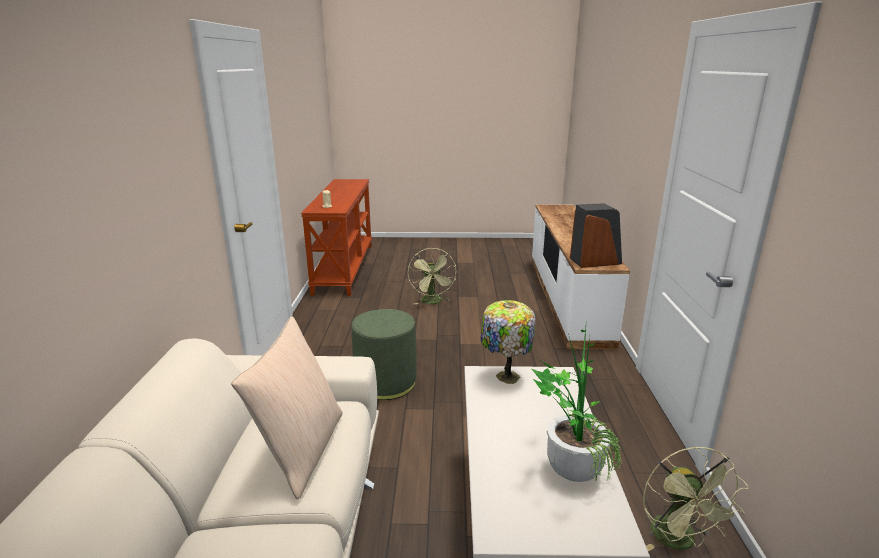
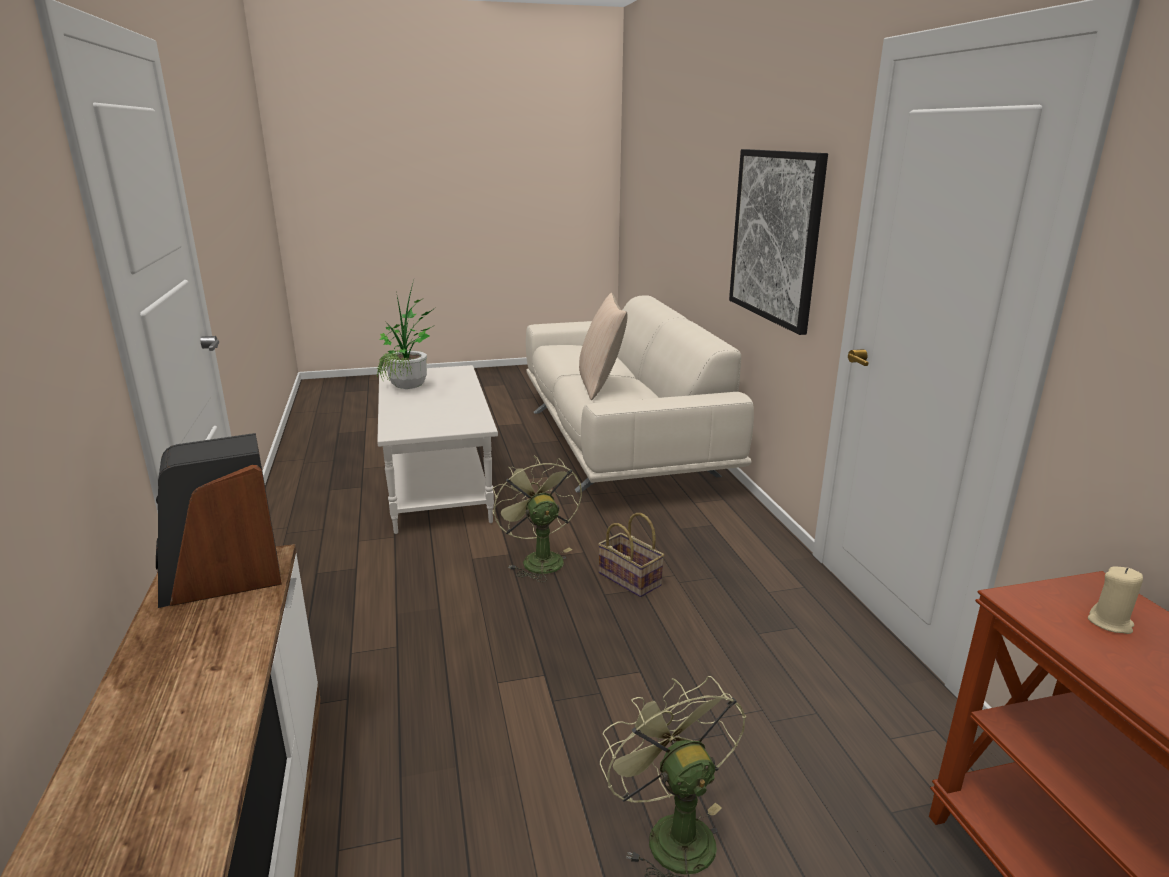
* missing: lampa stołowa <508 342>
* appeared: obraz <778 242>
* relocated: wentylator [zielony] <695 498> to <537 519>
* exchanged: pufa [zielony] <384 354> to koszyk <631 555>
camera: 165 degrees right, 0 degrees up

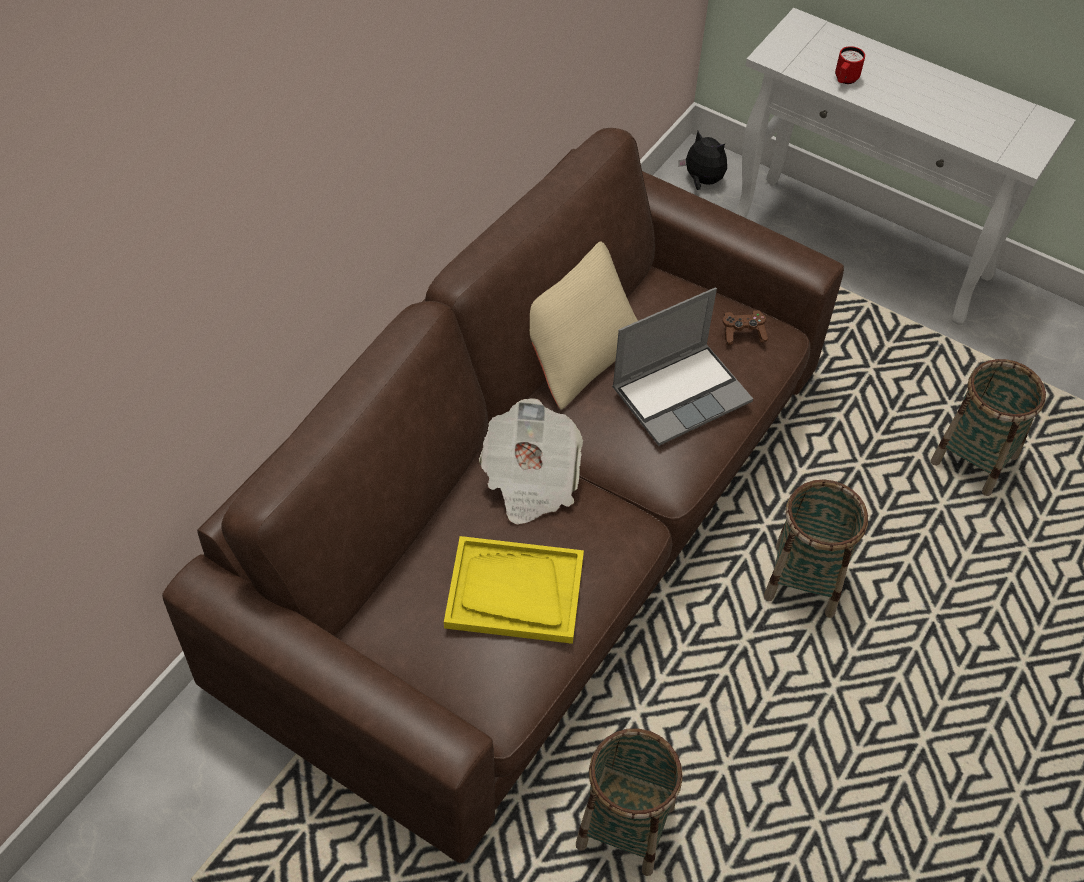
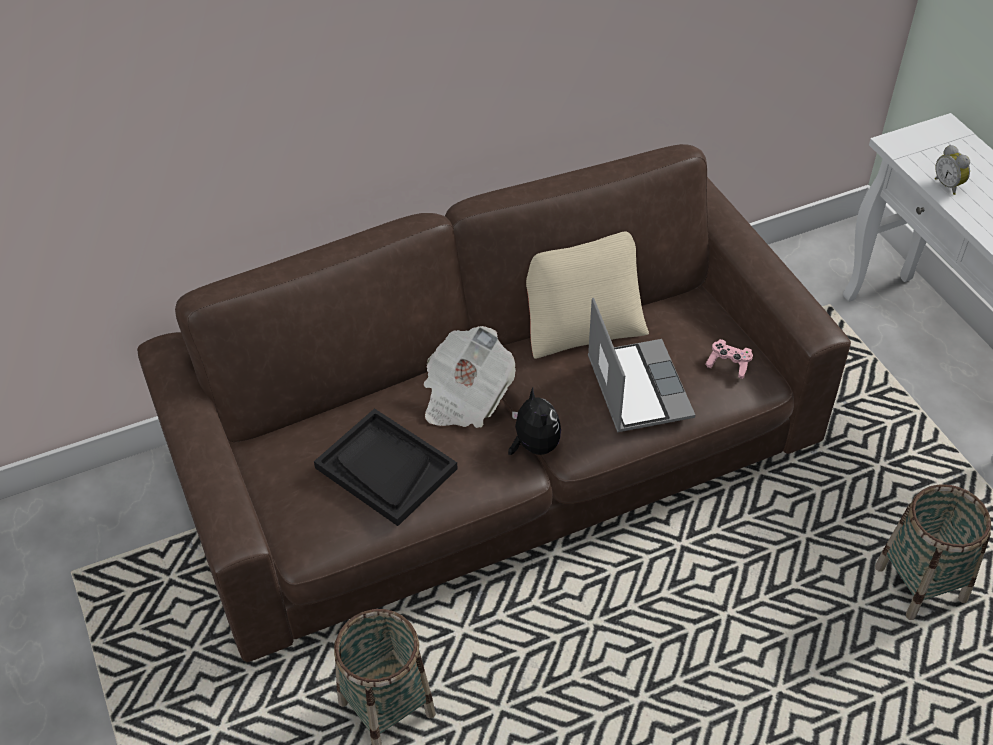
* missing: koszyk <816 549>
* relocated: pluszak <702 160> to <534 421>
* exchanged: kubek [czerwony] <850 65> to budzik <952 170>
* colour: taca [żółty] <514 590> to taca [czarny] <386 467>
* colour: pad do gier [brązowy] <745 327> to pad do gier [różowy] <729 359>
* spun: laptop <682 367> = <641 365> 105 degrees counterclockwise
camera: 35 degrees right, 5 degrees down

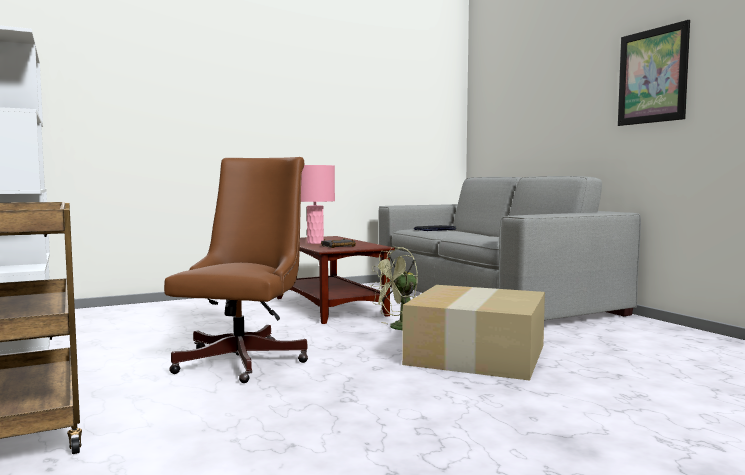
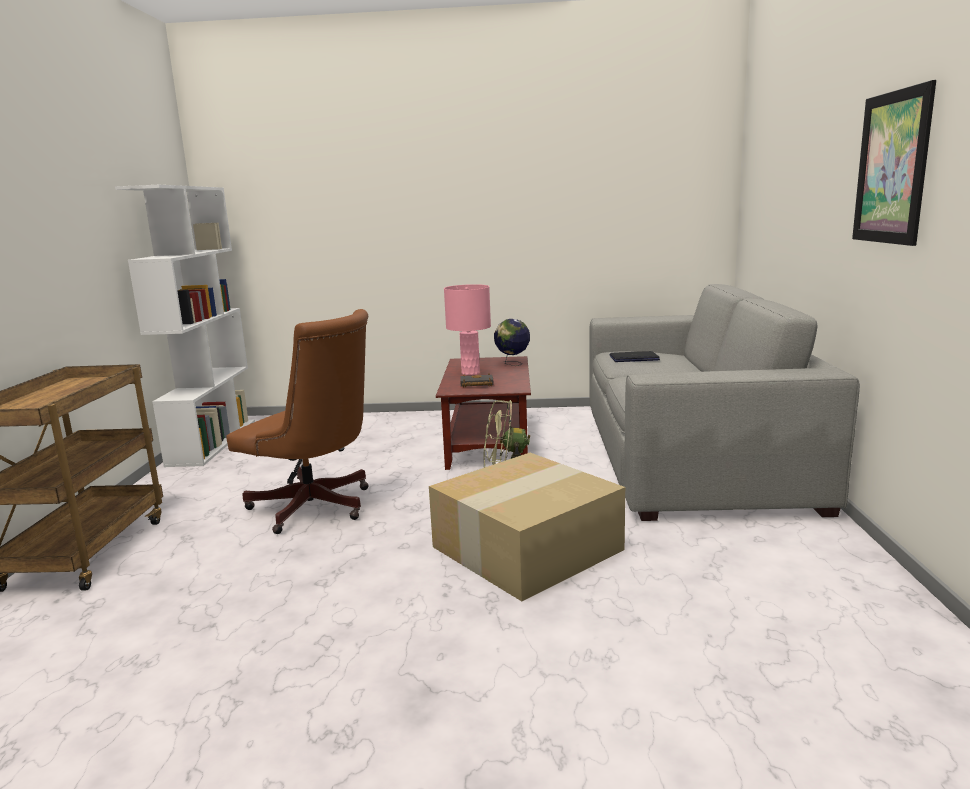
* appeared: globus <512 342>
* spun: krzesło biurowe [brązowy] <236 270> = <297 421> 75 degrees clockwise
camera: 30 degrees right, 10 degrees up

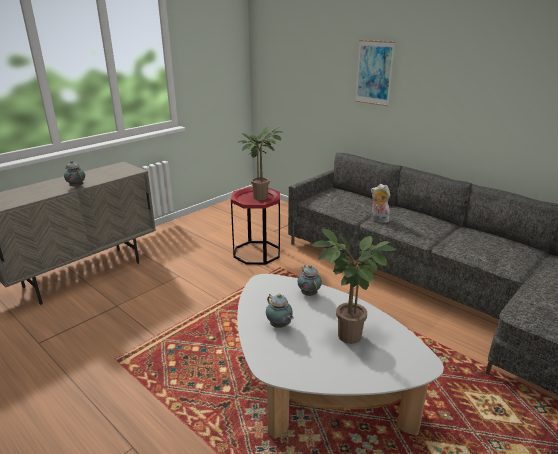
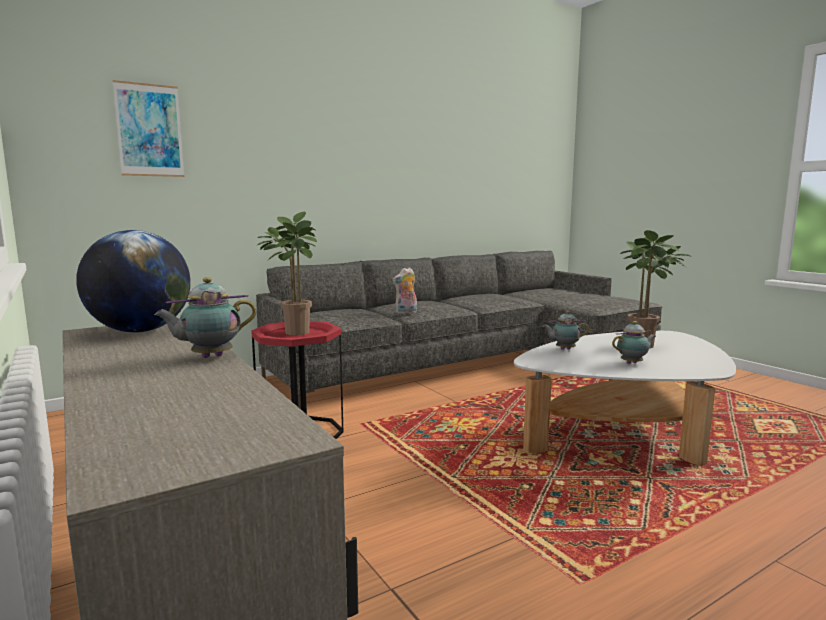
* appeared: globus <133 281>
* relocated: obraz <375 73> to <148 128>
camera: 75 degrees left, 15 degrees down

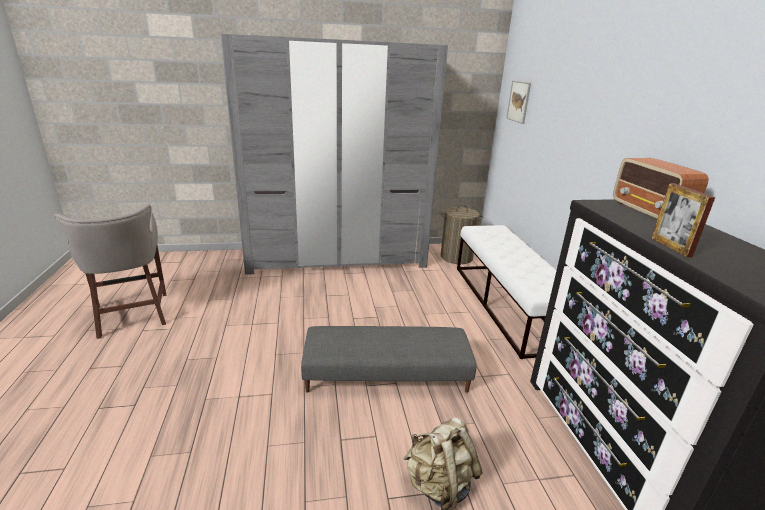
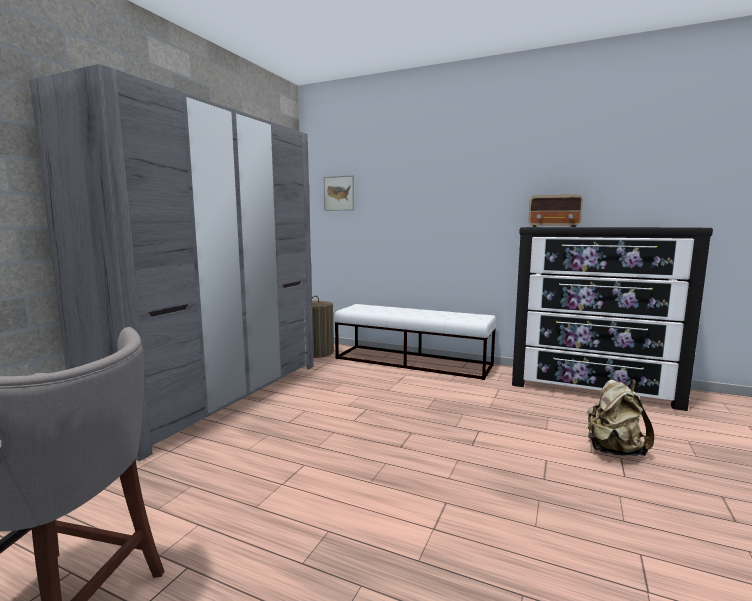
* missing: pufa [szary] <389 359>
* missing: ramka na zdjęcie <683 220>
camera: 55 degrees left, 15 degrees down

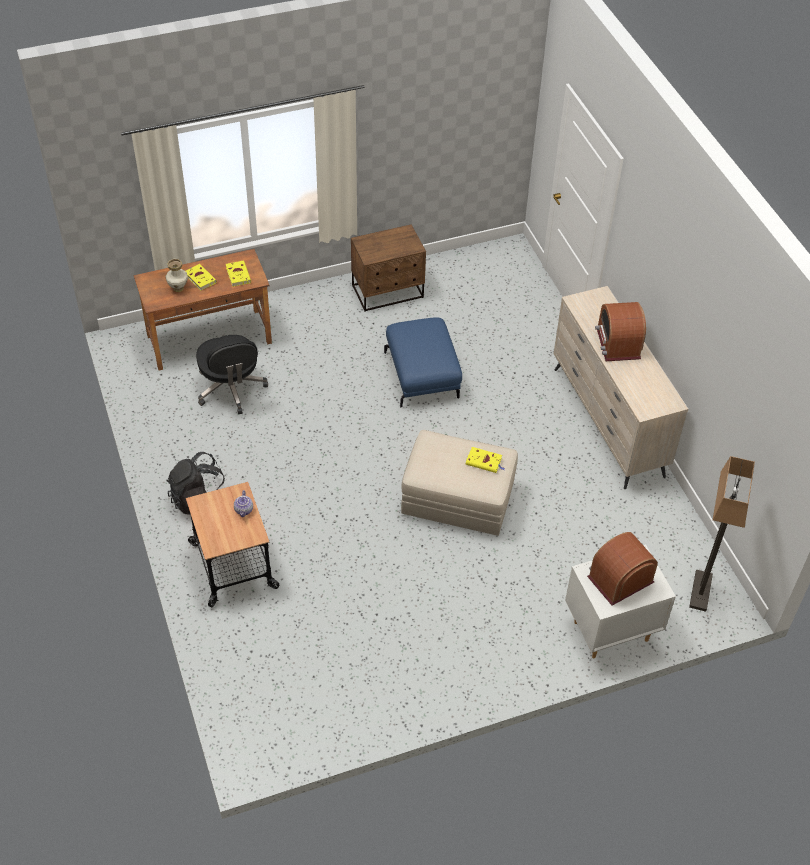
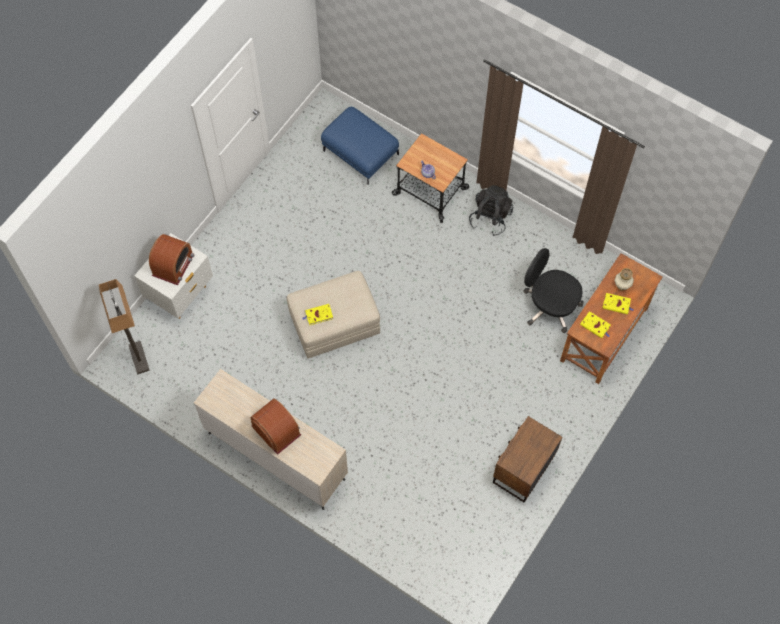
* relocated: pufa [niebieski] <423 362> to <360 146>
camera: 145 degrees right, 15 degrees up

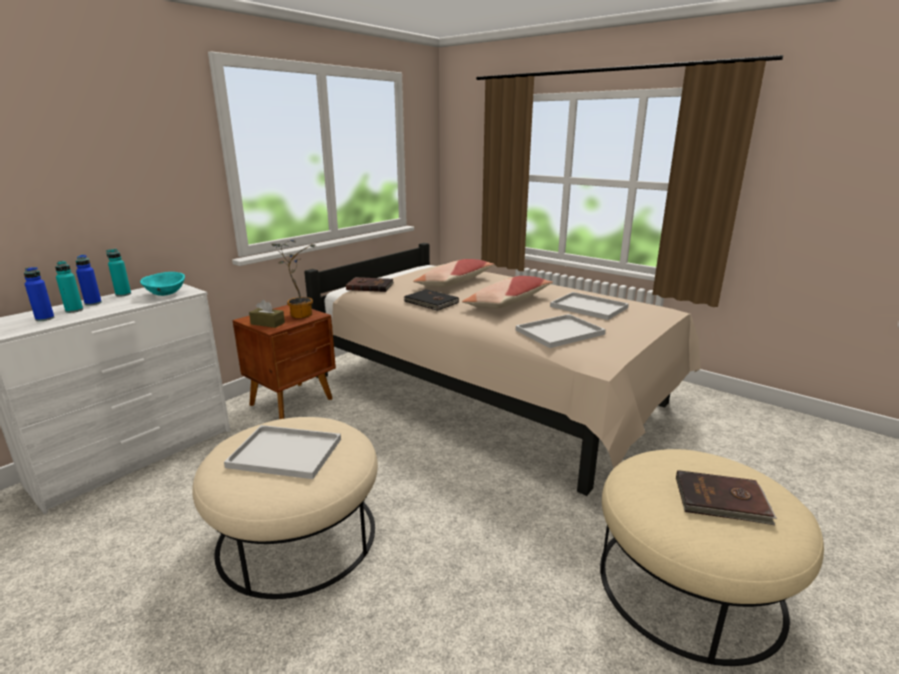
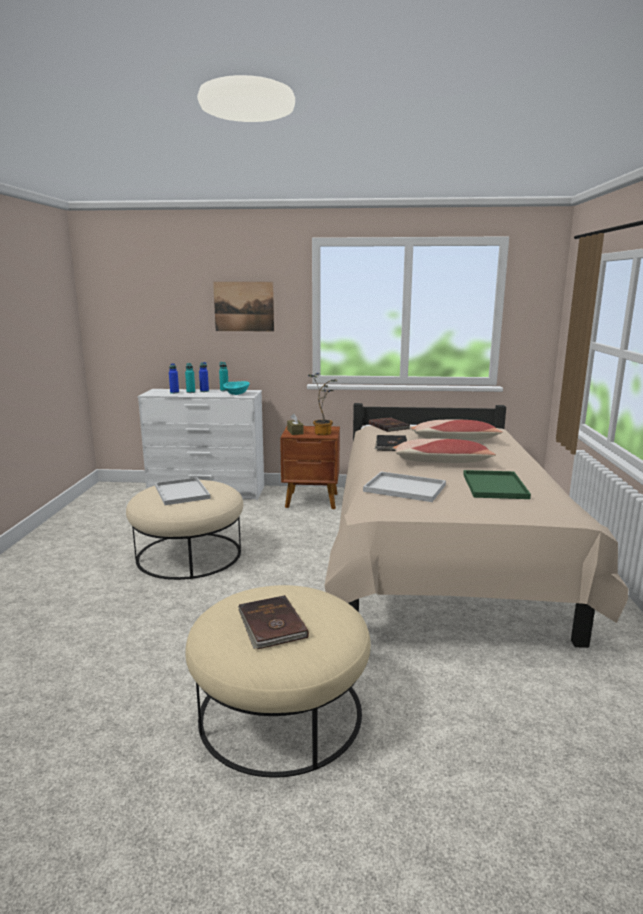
* appeared: obraz <243 306>
* colour: taca [biały] <589 306> to taca [zielony] <497 484>
camera: 55 degrees right, 5 degrees down

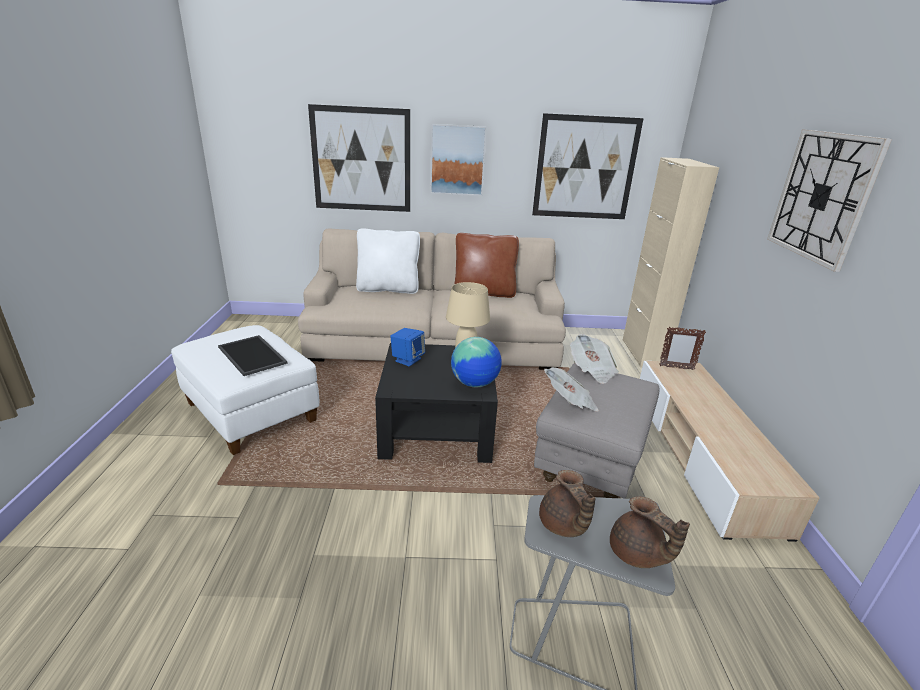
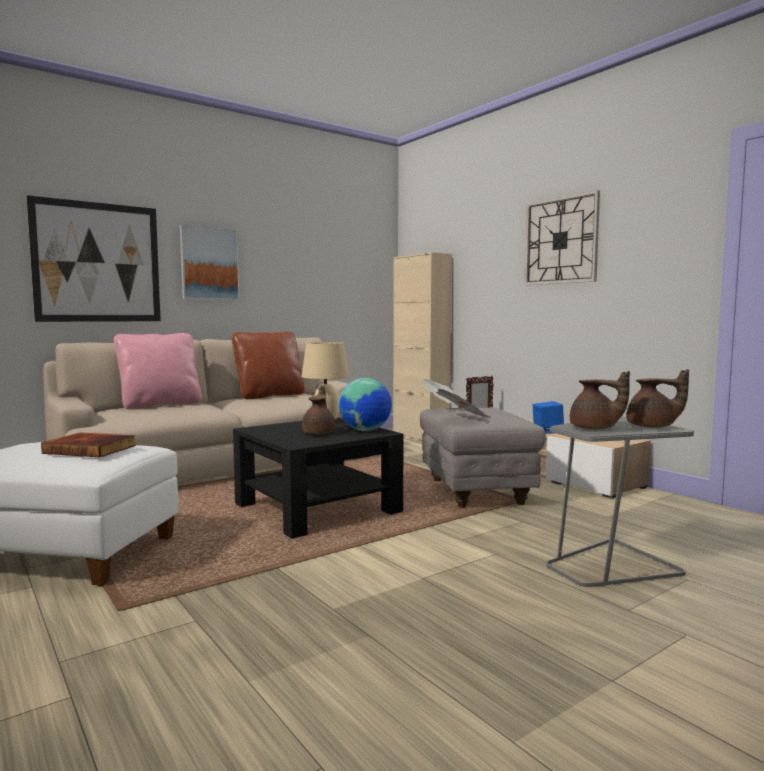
* missing: obraz <588 166>
* appeared: imbryk [brązowy] <319 410>
* relocated: głośnik [niebieski] <407 347> to <548 417>
* exchanged: taca <253 355> to książka <88 445>
* colour: poduszka [biały] <388 261> to poduszka [różowy] <158 371>
camera: 35 degrees left, 20 degrees down

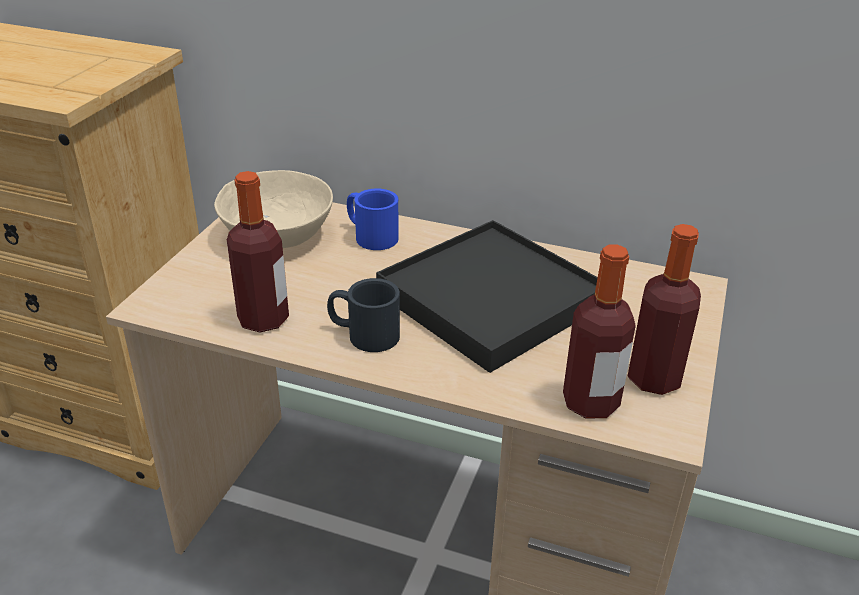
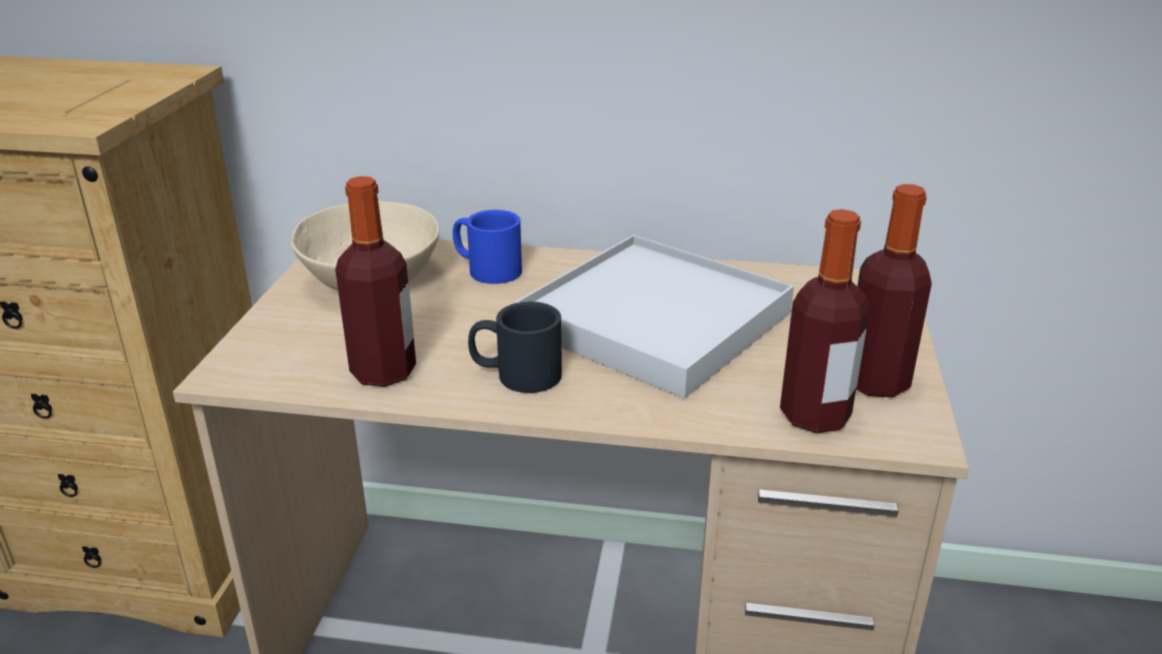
* colour: taca [czarny] <487 296> to taca [biały] <654 316>
camera: 10 degrees left, 5 degrees down

